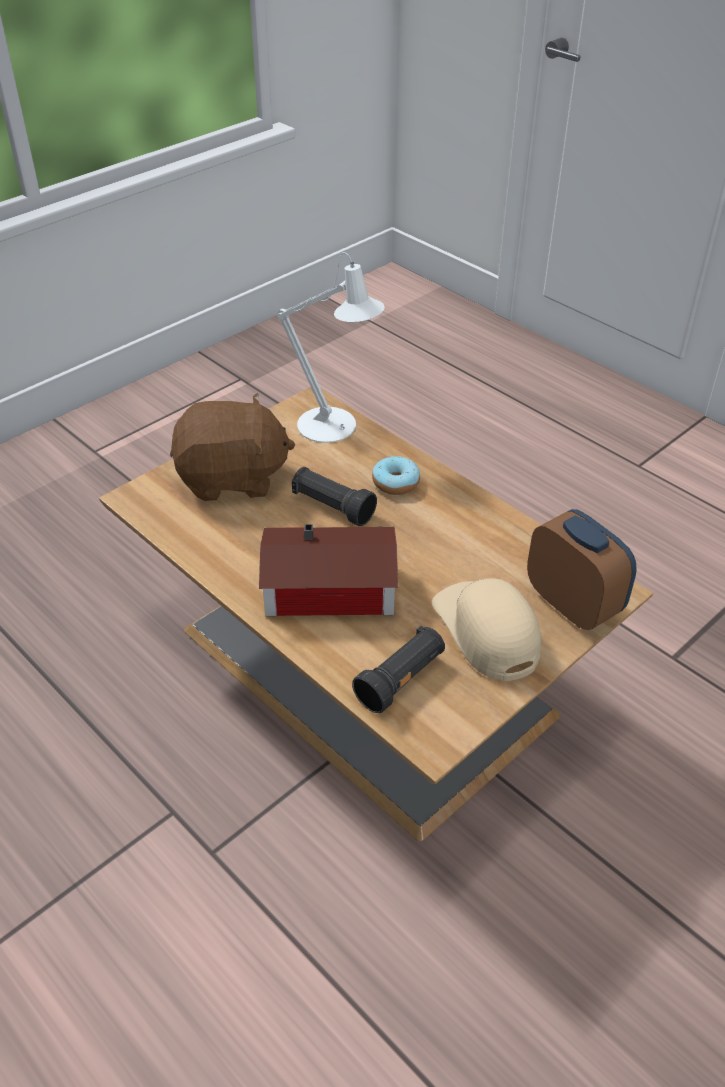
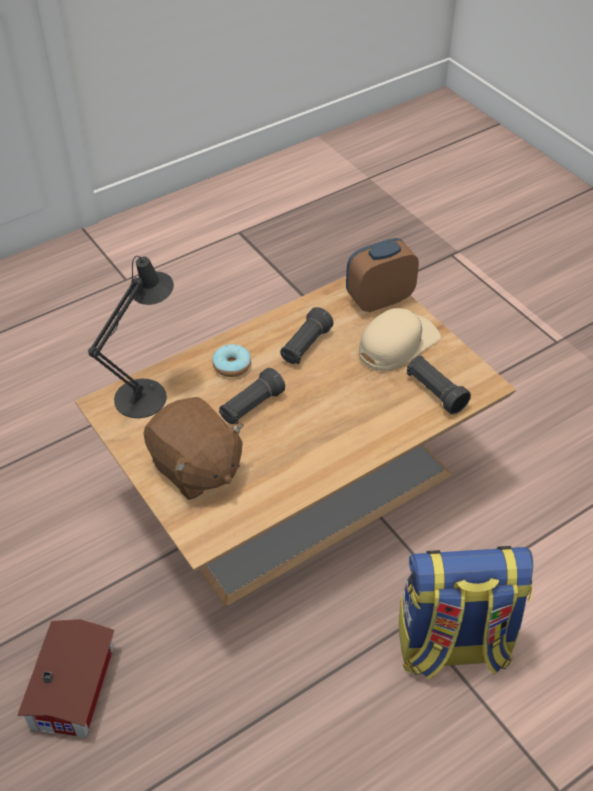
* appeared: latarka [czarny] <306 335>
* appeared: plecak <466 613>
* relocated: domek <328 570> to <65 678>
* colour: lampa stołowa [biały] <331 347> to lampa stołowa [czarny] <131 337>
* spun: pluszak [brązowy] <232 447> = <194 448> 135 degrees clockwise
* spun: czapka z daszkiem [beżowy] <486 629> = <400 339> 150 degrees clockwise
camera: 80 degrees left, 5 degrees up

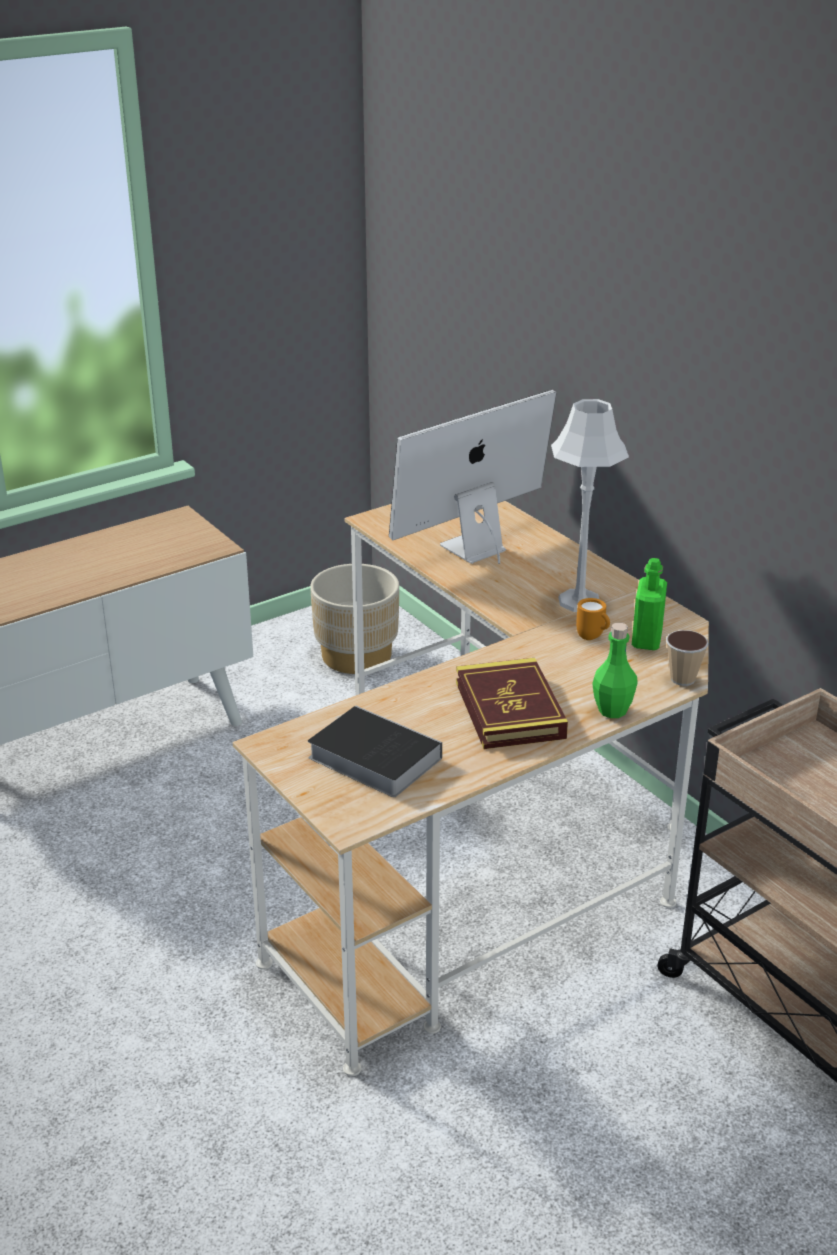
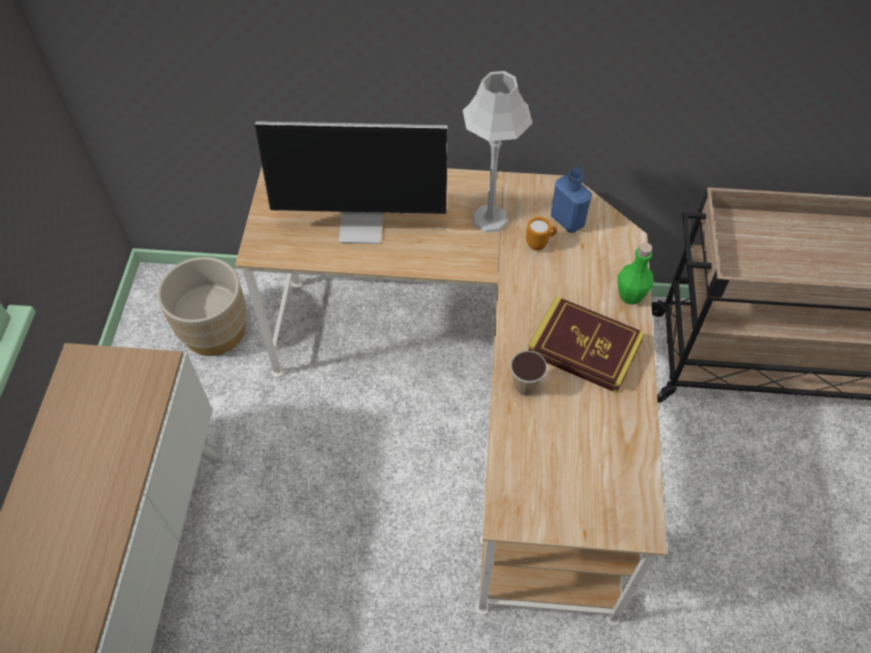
* missing: książka <375 751>
* relocated: filiżanka <687 658> to <528 373>
* colour: butelka [zielony] <649 604> to butelka [niebieski] <571 200>
* spun: monitor <473 477> = <351 182> 90 degrees counterclockwise
camera: 50 degrees left, 25 degrees up

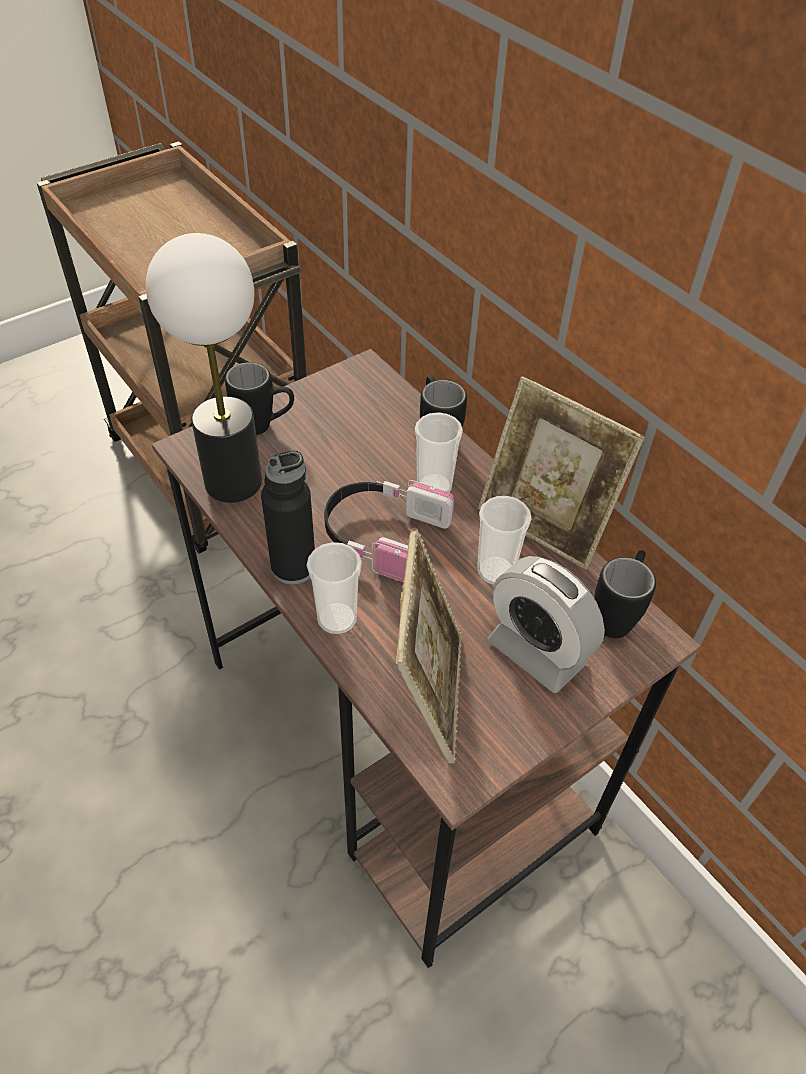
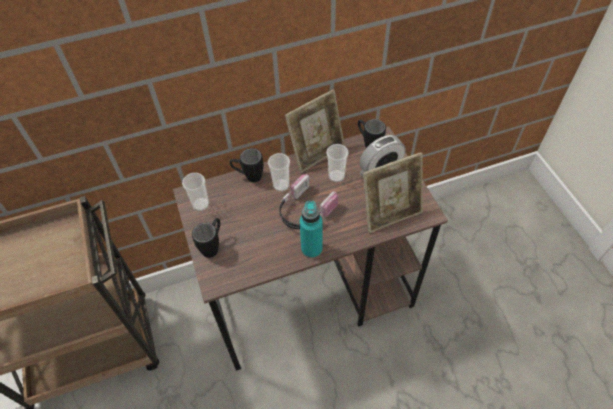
* missing: lampa stołowa <204 368>
* relocated: filiżanka <334 588> to <195 192>
* colour: butelka [czarny] <288 517> to butelka [turkusowy] <311 229>
* spun: ramka na zdjęcie <428 645> = <393 192> 135 degrees clockwise
camera: 70 degrees left, 5 degrees up

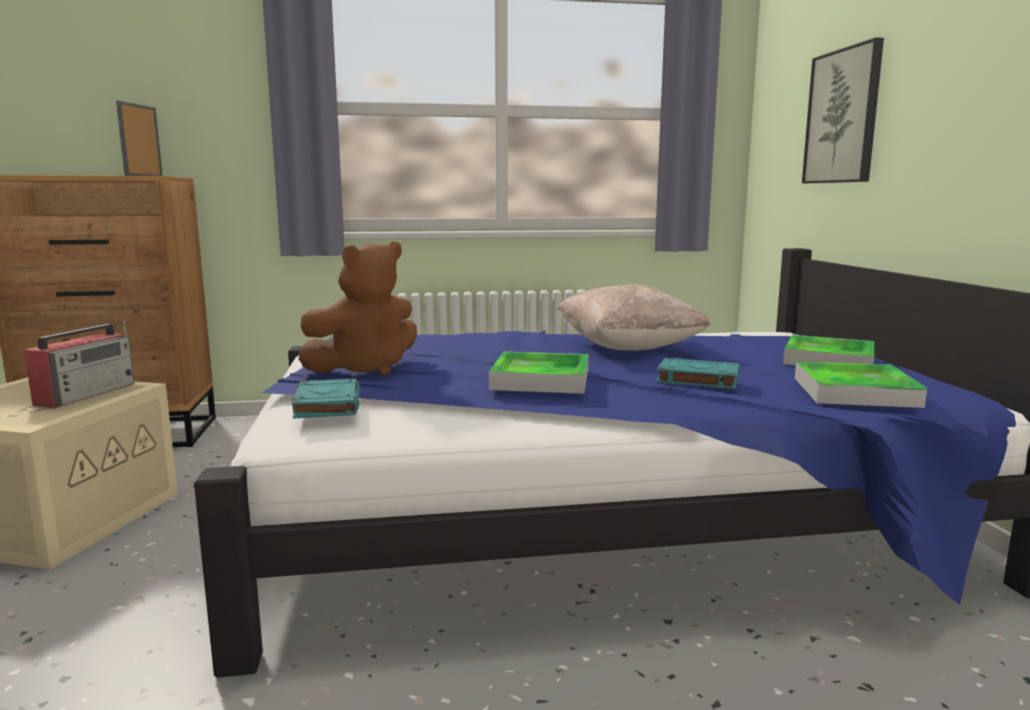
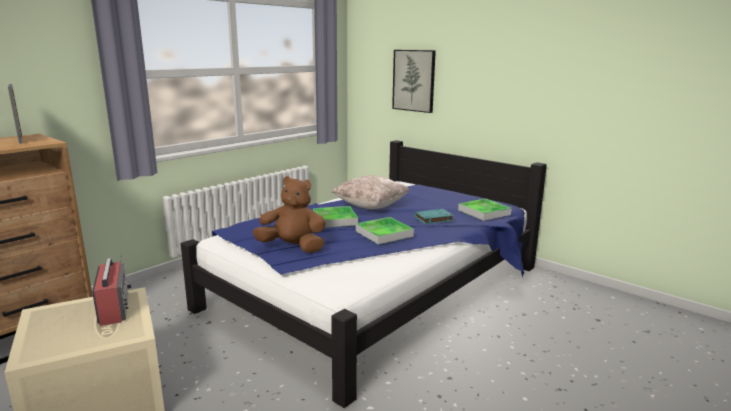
* missing: książka [turkusowy] <326 399>
* relocated: taca <828 350> to <335 217>
* spun: pluszak [brązowy] <358 308> = <289 214> 90 degrees counterclockwise
camera: 40 degrees left, 5 degrees up

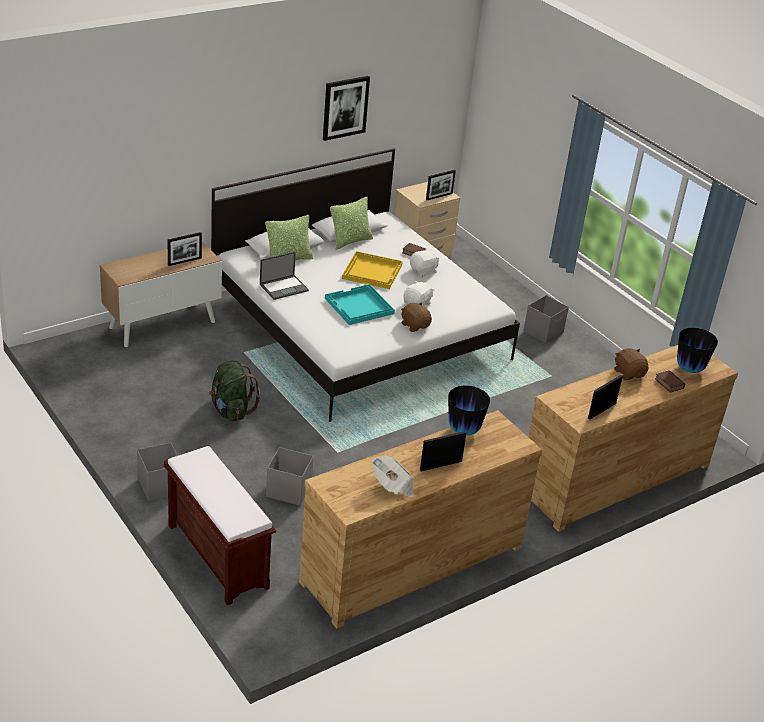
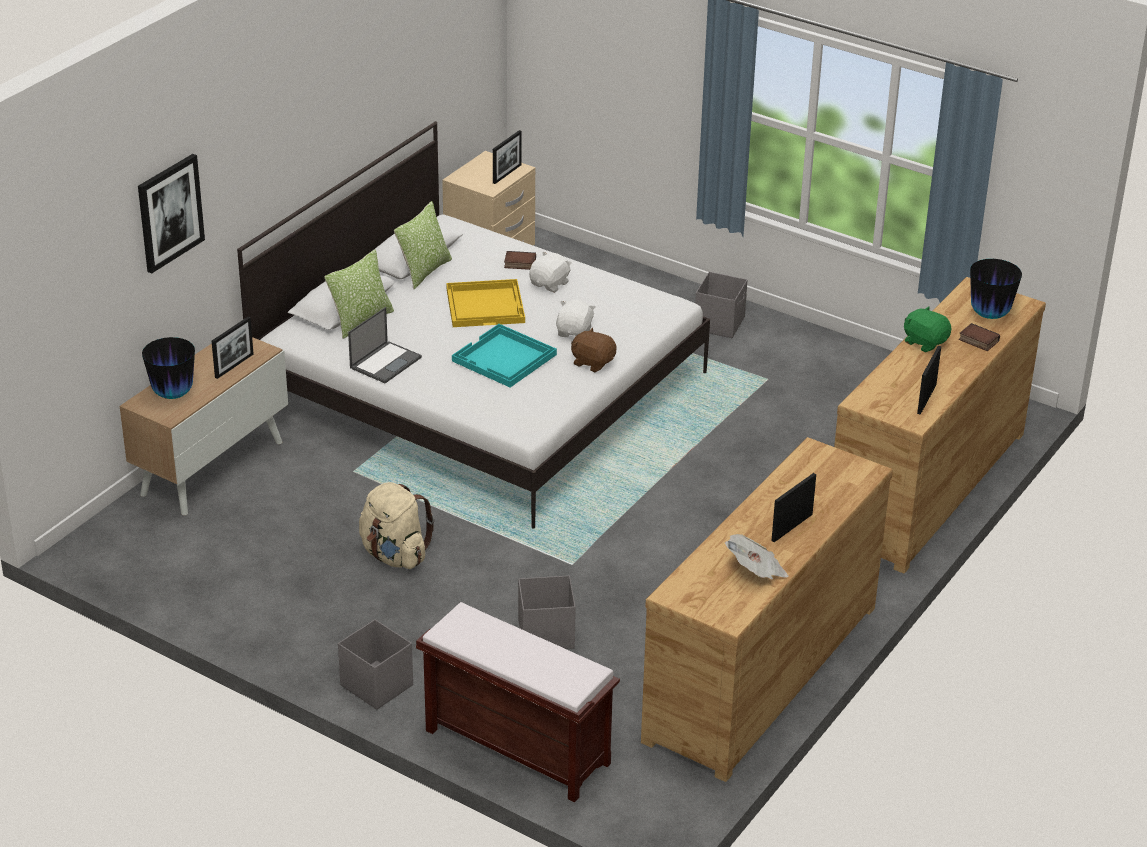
* relocated: obraz <346 108> to <171 213>
* relocated: wazon <469 411> to <168 368>
* colour: plecak [zielony] <234 391> to plecak [beżowy] <397 525>
* colour: pluszak [brązowy] <631 364> to pluszak [zielony] <928 329>
camera: 20 degrees left, 0 degrees up

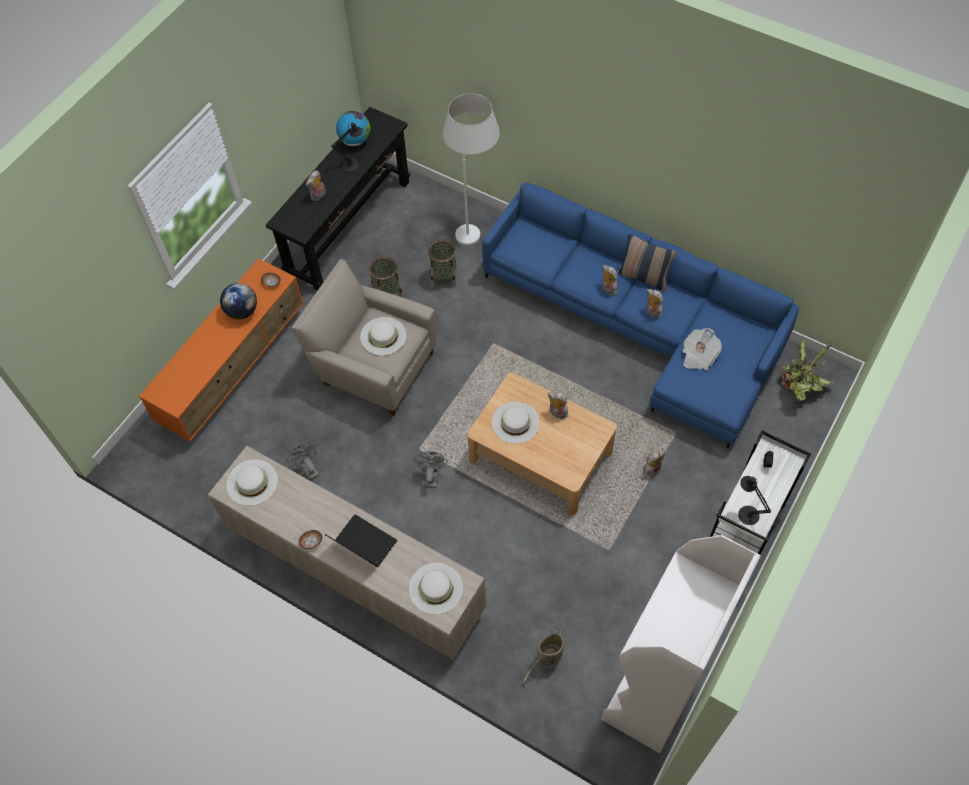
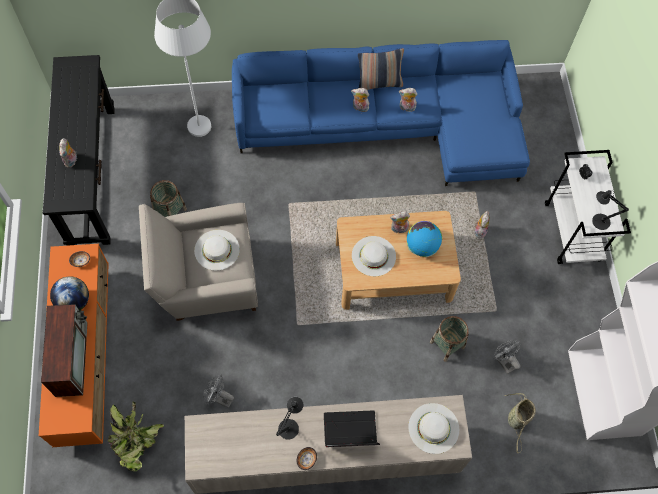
* missing: kapelusz [biały] <252 482>
* missing: gazeta <702 349>
* appeared: telewizor <64 350>
* relocated: lampa stołowa [czarny] <347 146> to <290 418>
* relocated: globus <353 128> to <424 239>
* relocated: wentylator [szary] <431 469> to <507 357>
* relocated: koszyk <442 263> to <449 339>
* relocated: roślina doniczkowa <807 370> to <135 436>
camera: 40 degrees left, 5 degrees up

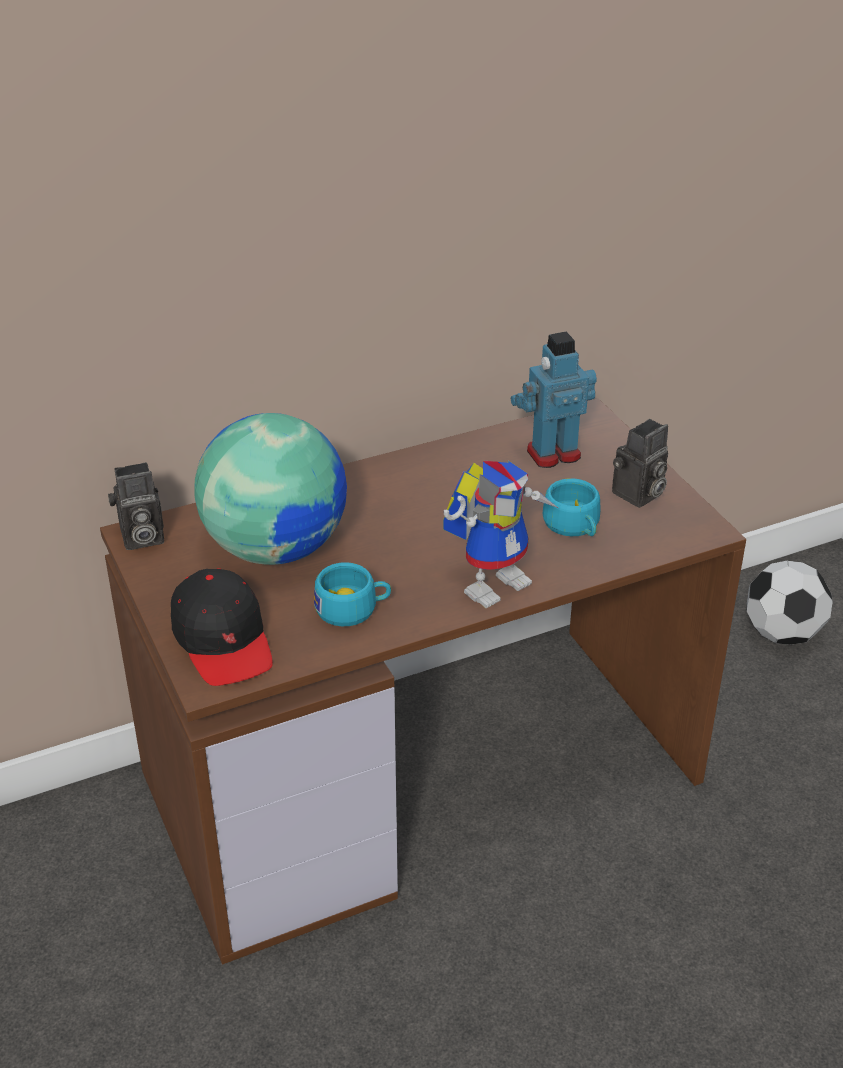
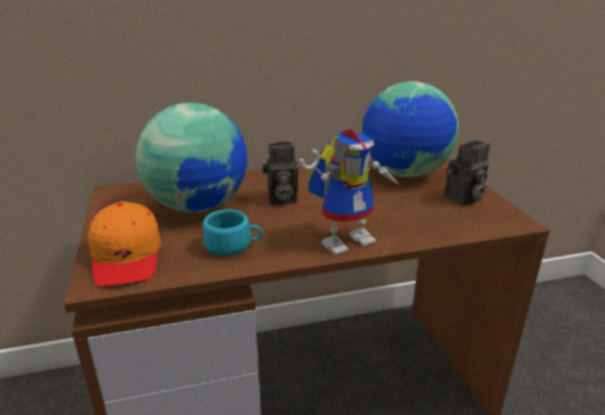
* missing: filiżanka [turkusowy] <571 507>
* missing: piłka futbolowa <790 603>
* relocated: aparat fotograficzny <136 506> to <280 173>
* exchanged: robot zabawkowy <554 399> to globus <410 129>
* colour: czapka z daszkiem [czarny] <222 627> to czapka z daszkiem [pomarańczowy] <124 244>
camera: 10 degrees right, 10 degrees down

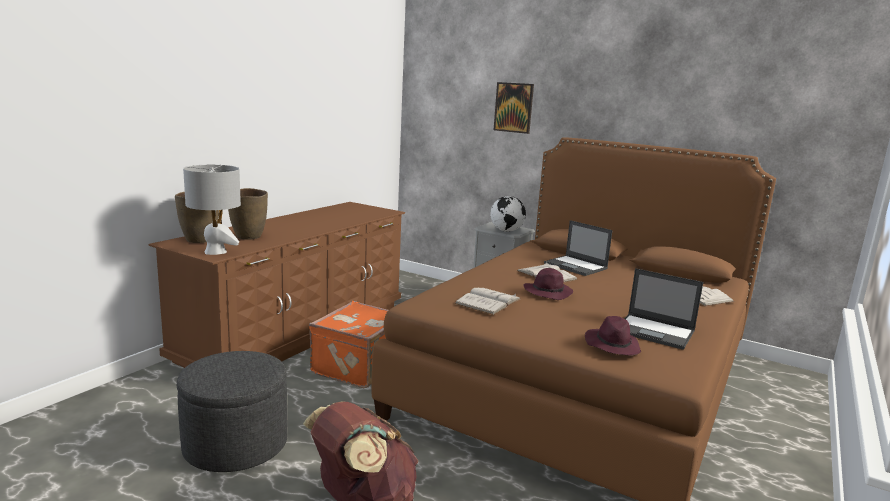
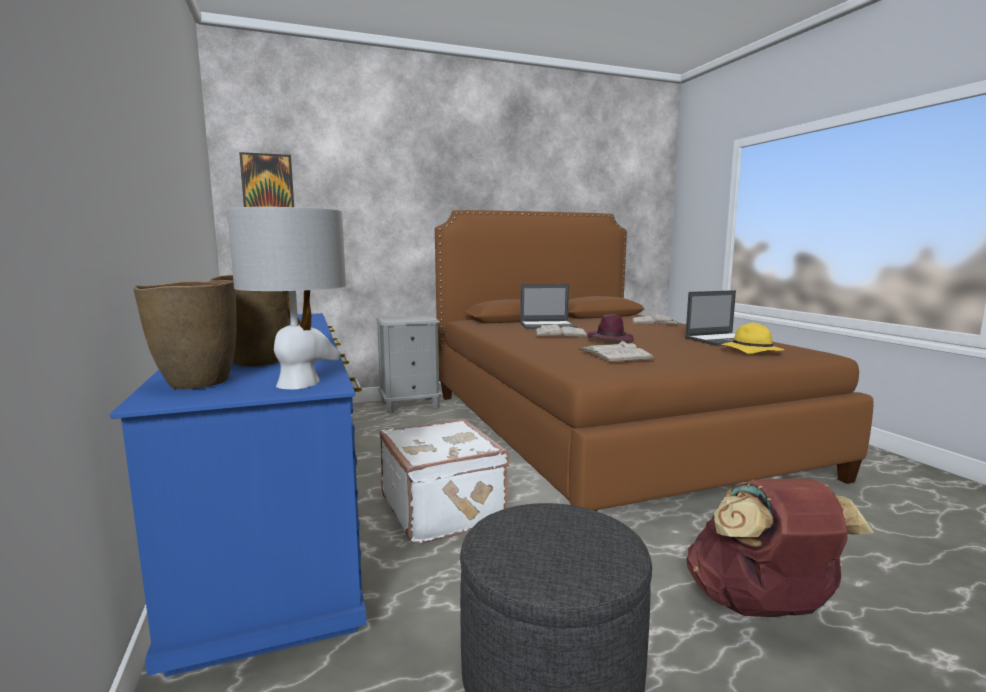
* missing: globus <508 214>
* relocated: obraz <514 108> to <266 179>
* colour: komoda [brązowy] <277 285> to komoda [niebieski] <238 495>
* colour: walizka [pomarańczowy] <349 344> to walizka [biały] <444 481>
* colour: kapelusz [fioletowy] <613 336> to kapelusz [żółty] <753 338>
camera: 50 degrees left, 5 degrees down

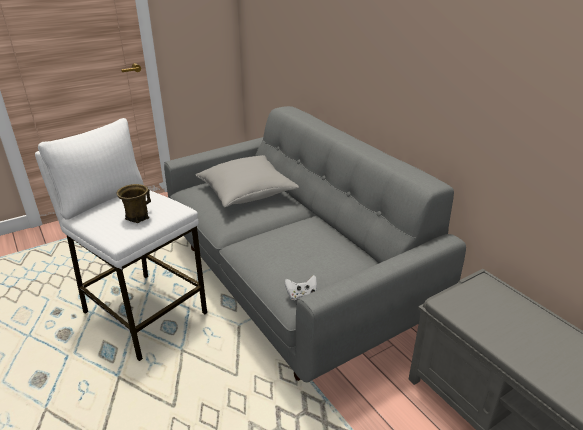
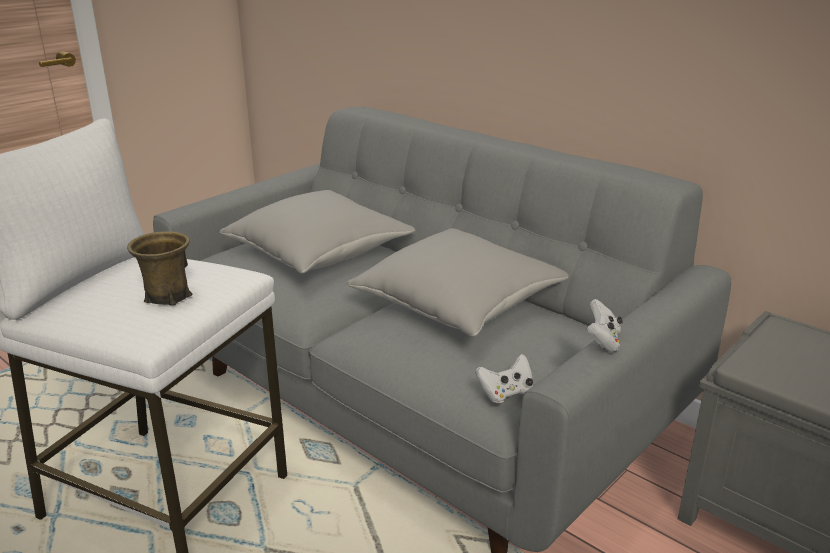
* appeared: poduszka [szary] <458 282>
* appeared: pad do gier [biały] <605 325>
camera: 15 degrees left, 5 degrees down

